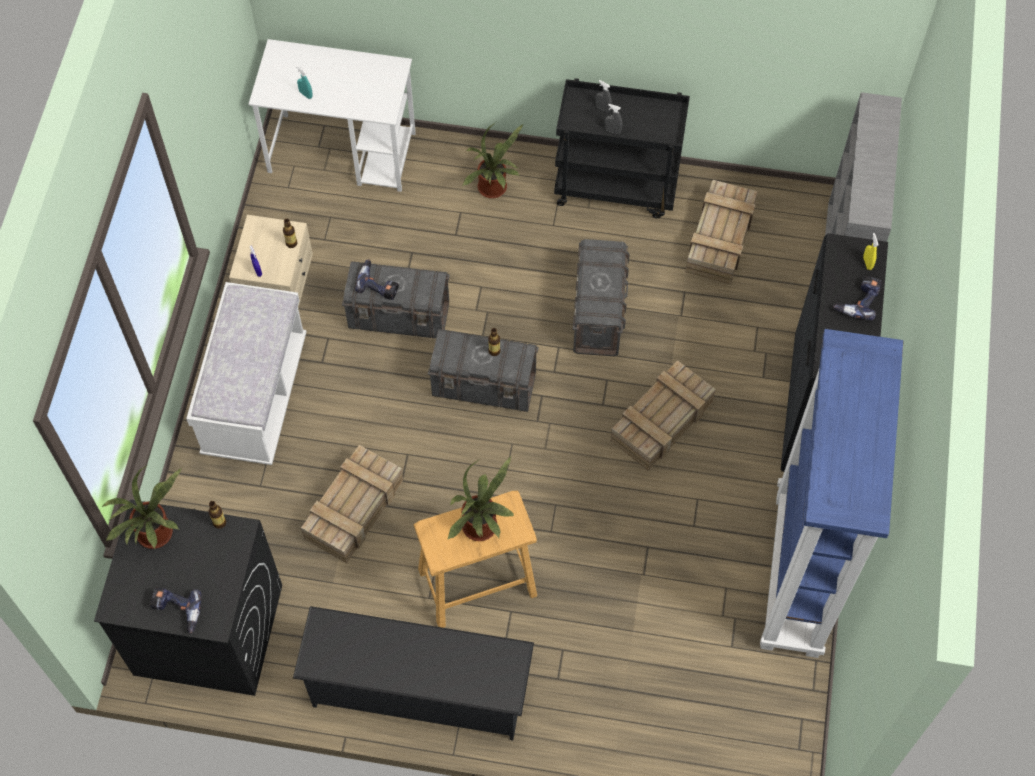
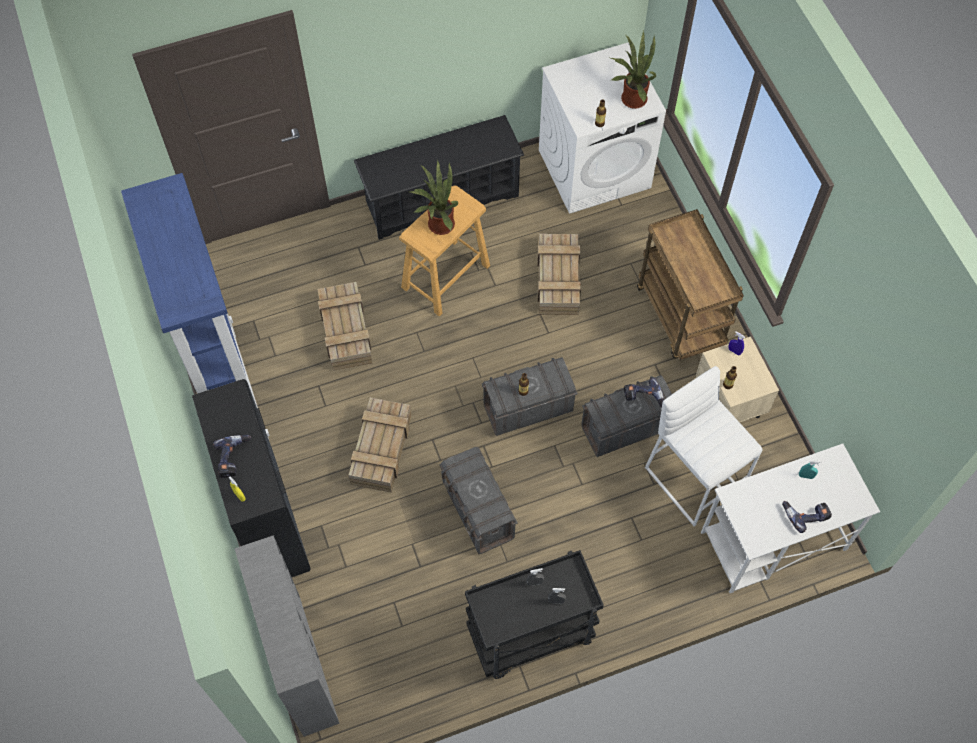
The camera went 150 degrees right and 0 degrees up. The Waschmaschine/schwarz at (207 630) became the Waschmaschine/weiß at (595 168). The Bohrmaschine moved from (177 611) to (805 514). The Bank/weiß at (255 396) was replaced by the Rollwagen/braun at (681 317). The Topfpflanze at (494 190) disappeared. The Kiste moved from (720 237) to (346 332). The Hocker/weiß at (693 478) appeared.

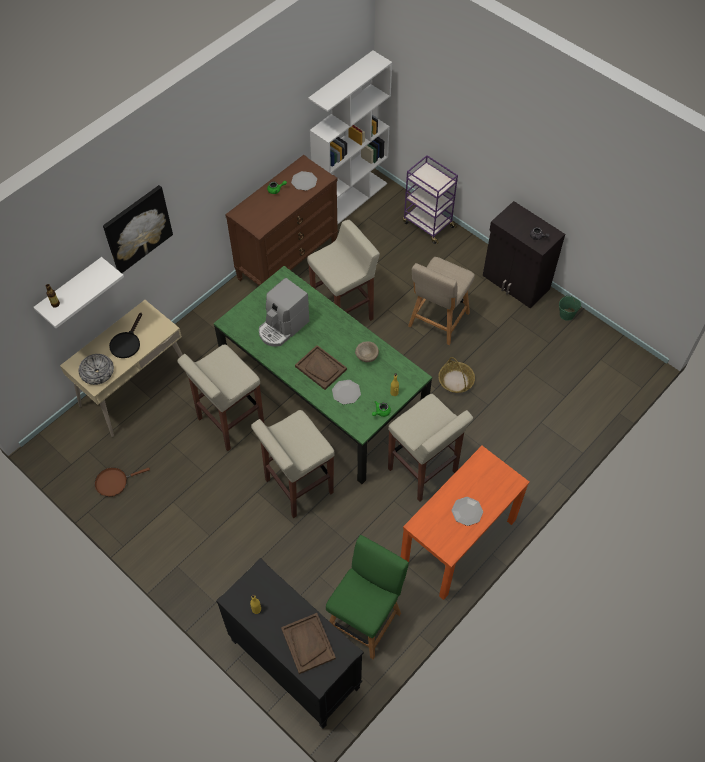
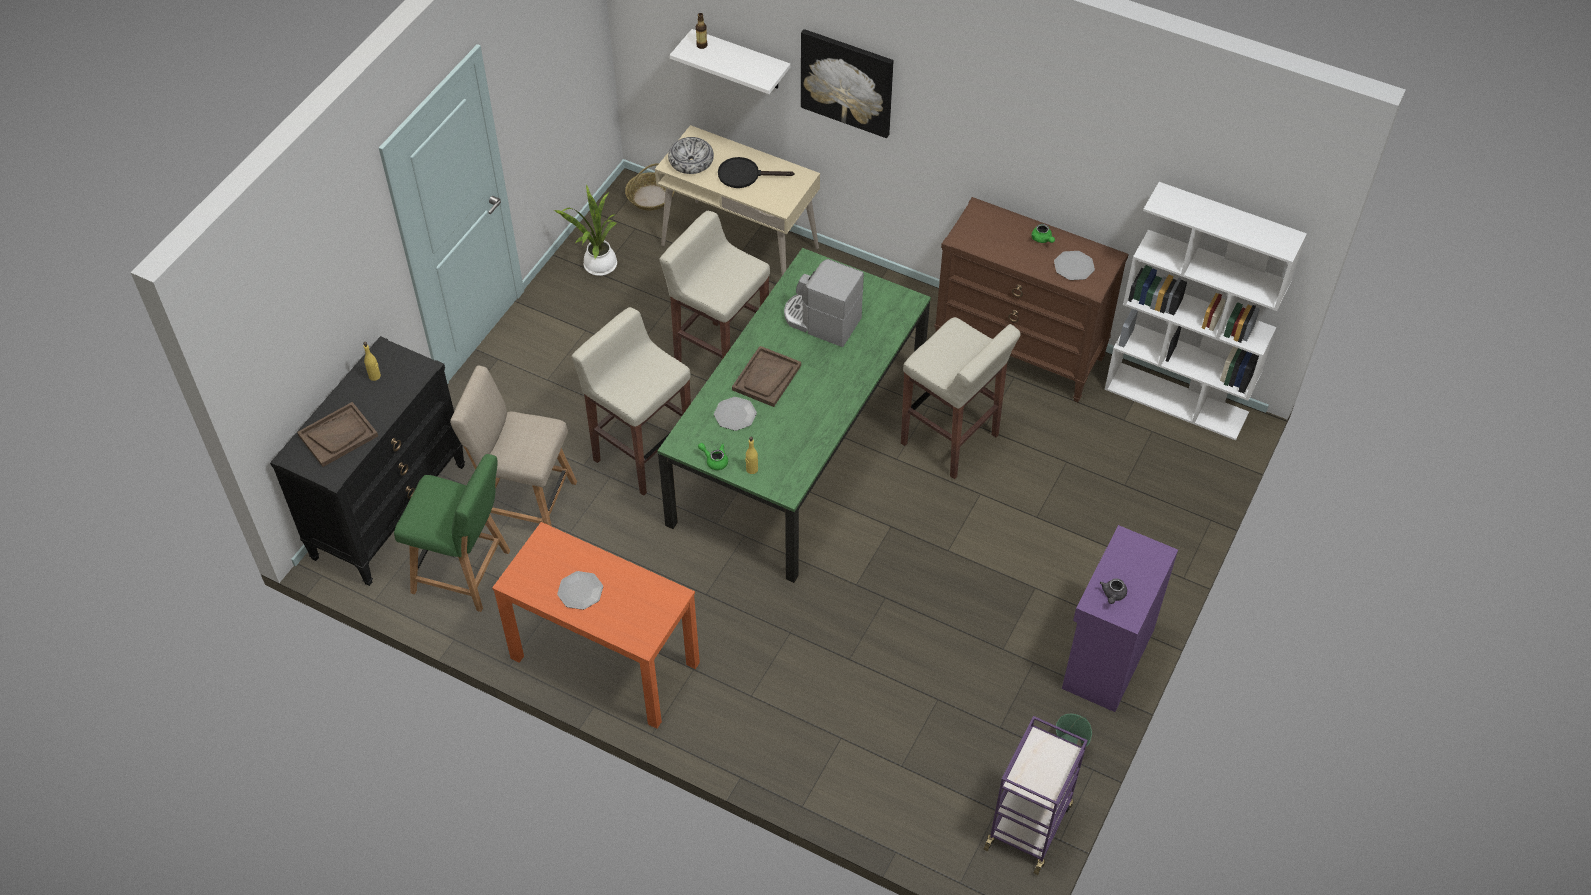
The camera went 75 degrees right and 5 degrees down. The Pfanne/braun at (114 482) was replaced by the Topfpflanze at (598 266). The Schüssel/beige at (366 356) disappeared. The Hocker/beige at (423 471) disappeared. The Rollwagen/lila moved from (427 224) to (1028 824). The Stuhl/beige moved from (437 322) to (525 501). The Korb moved from (455 381) to (650 197). The Schrank/schwarz at (515 283) became the Schrank/lila at (1106 659).

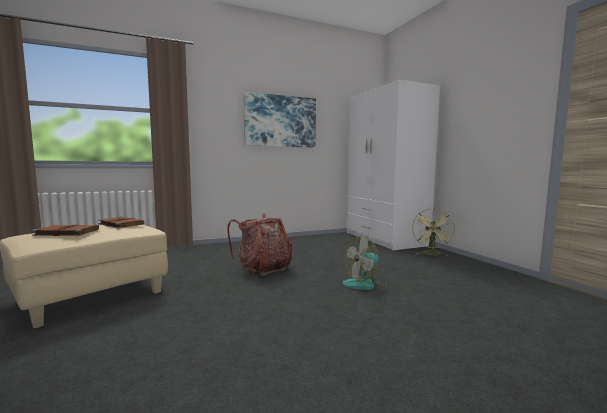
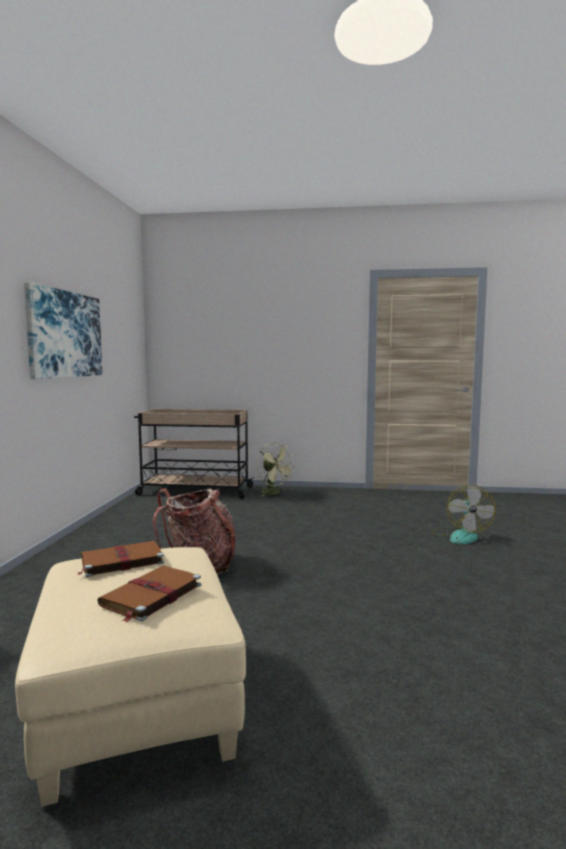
The camera went 60 degrees left and 0 degrees up. The Ventilator moved from (365 284) to (460 536). The Kleiderschrank/weiß at (384 239) was replaced by the Rollwagen/beige at (194 491).

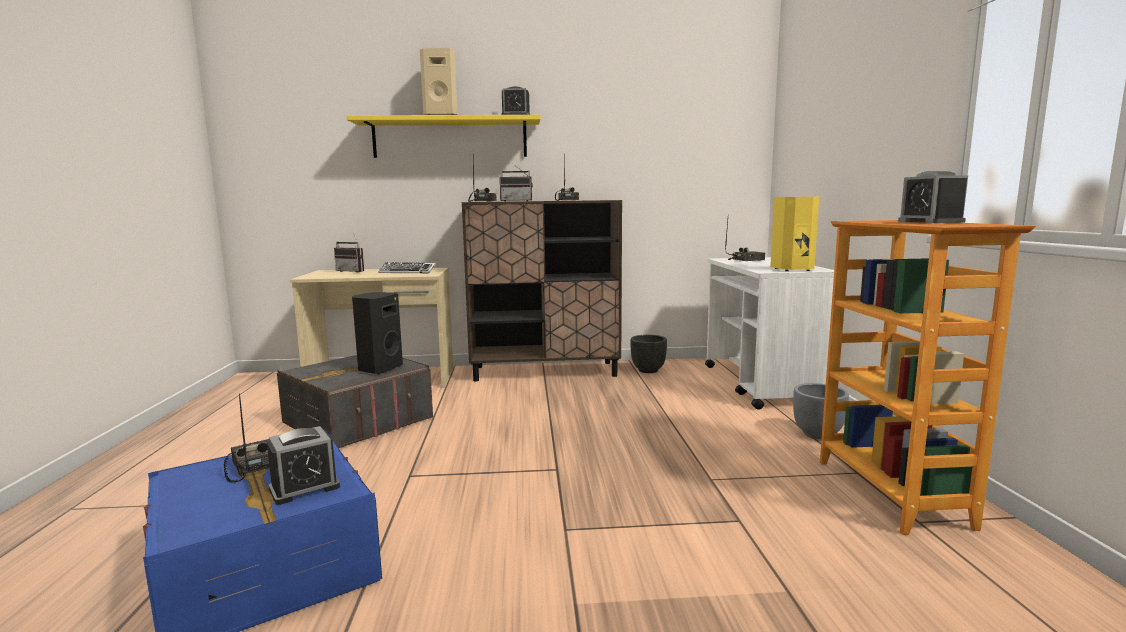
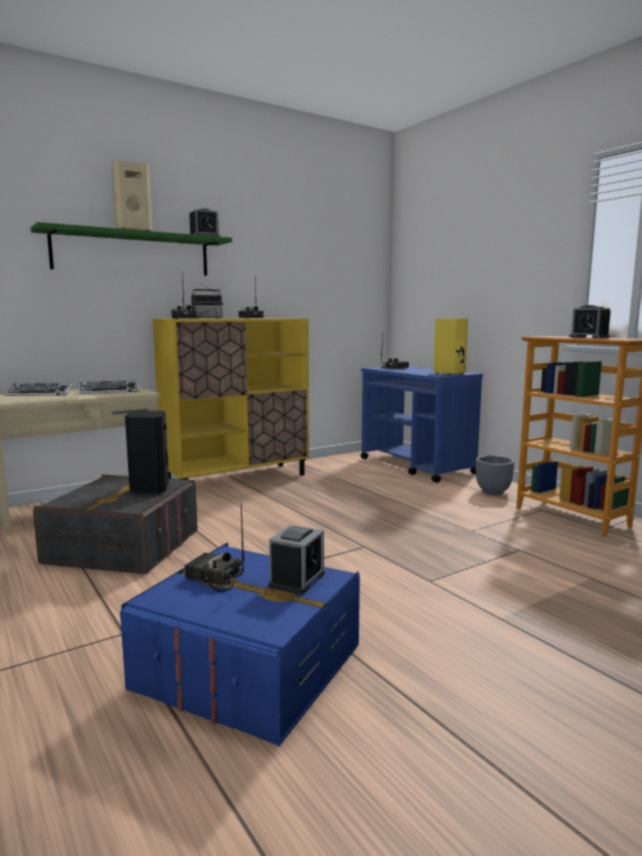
The camera went 30 degrees left and 0 degrees up. The Radio at (353 271) was replaced by the Tastatur at (40 394). The Wandregal/gelb at (450 138) became the Wandregal/grün at (133 253). The Schrank/braun at (545 371) became the Schrank/gelb at (237 479). The Pflanzkübel/schwarz at (648 370) disappeared. The Rollwagen/weiß at (762 385) became the Rollwagen/blau at (417 466).

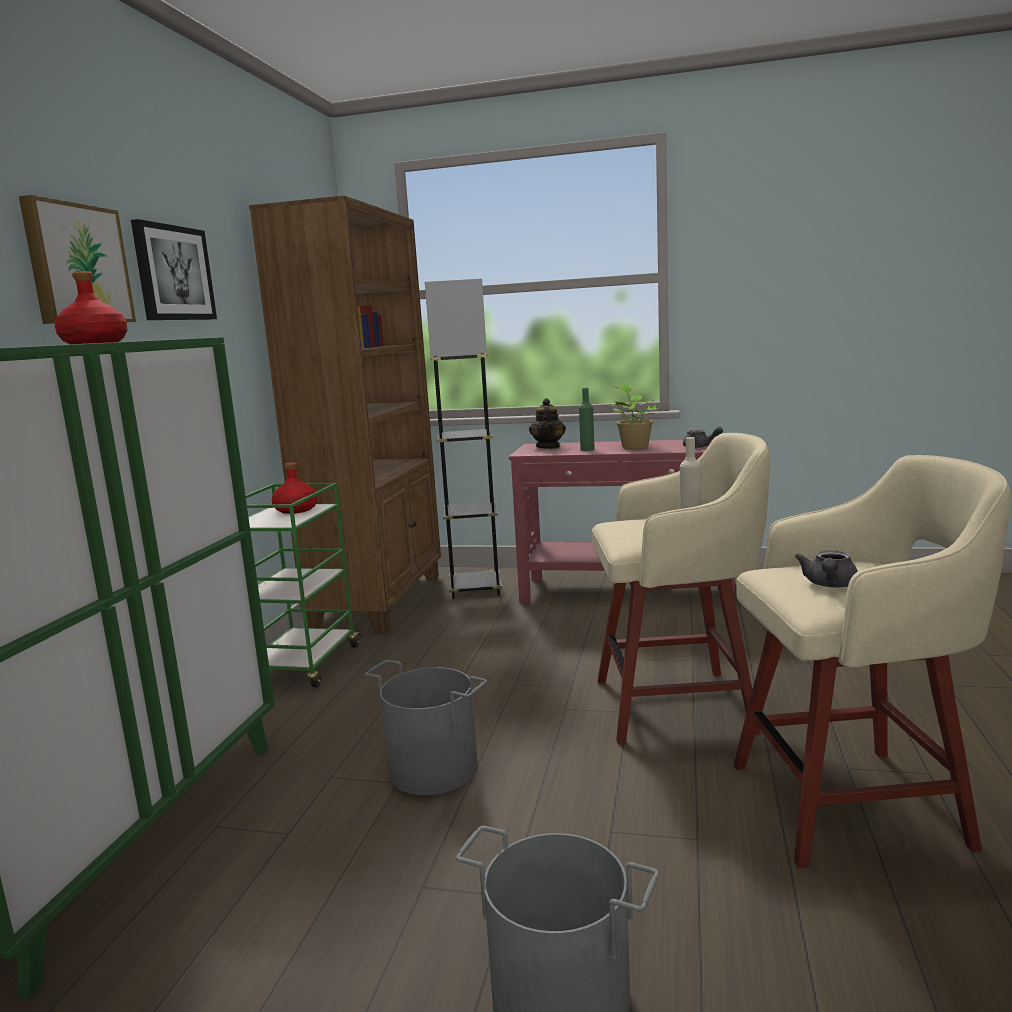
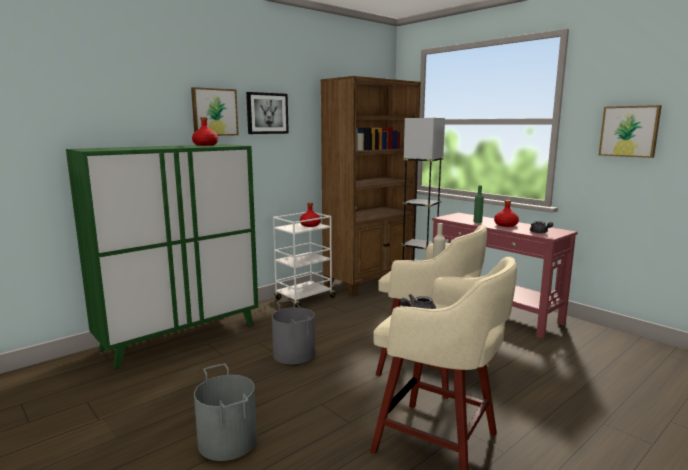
The camera went 35 degrees right and 0 degrees up. The Rollwagen/grün at (304 666) became the Rollwagen/weiß at (304 299). The Teekanne at (548 447) disappeared. The Topfpflanze at (634 446) was replaced by the Flasche/rot at (505 225). The Bild at (629 131) appeared.

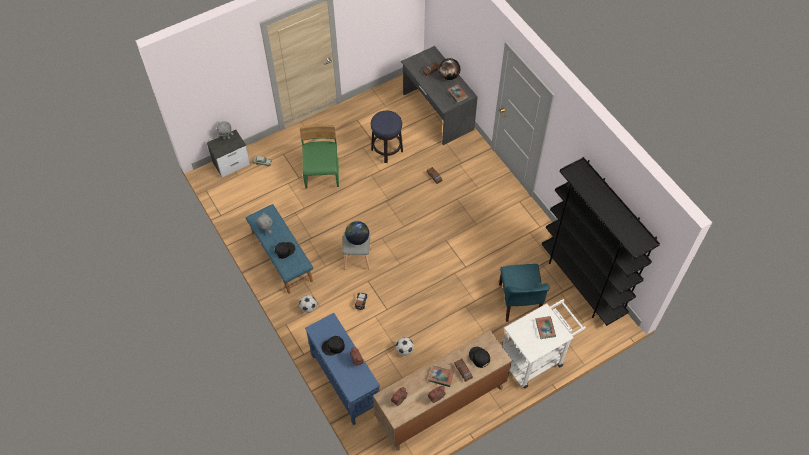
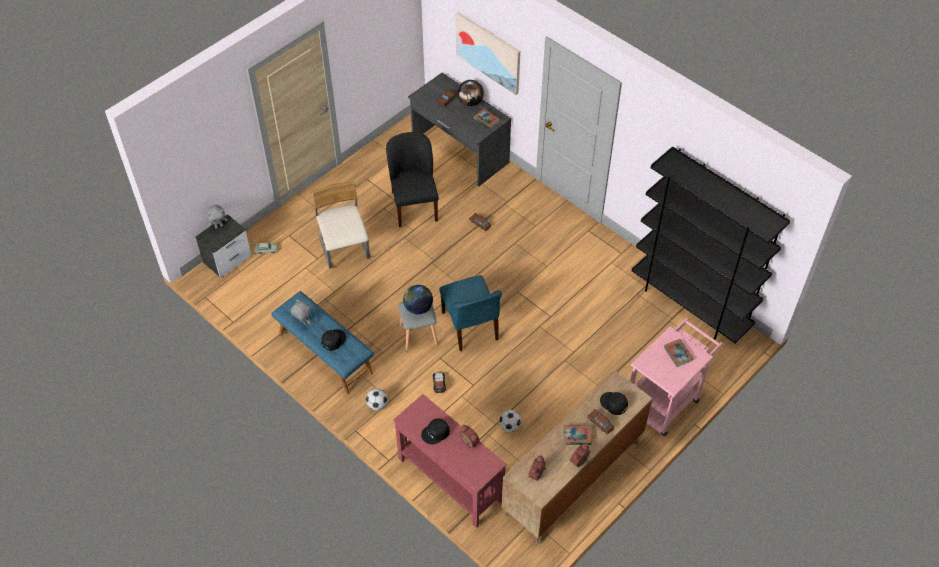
The camera went 15 degrees left and 5 degrees down. The Stuhl/grün at (322 174) became the Stuhl/beige at (344 248). The Konsolentisch/blau at (345 381) became the Konsolentisch/rot at (450 479). The Hocker at (387 150) was replaced by the Stuhl/schwarz at (414 205). The Stuhl/blau moved from (519 302) to (470 327). The Rollwagen/weiß at (536 358) became the Rollwagen/rosa at (666 399). The Bild at (488 52) appeared.

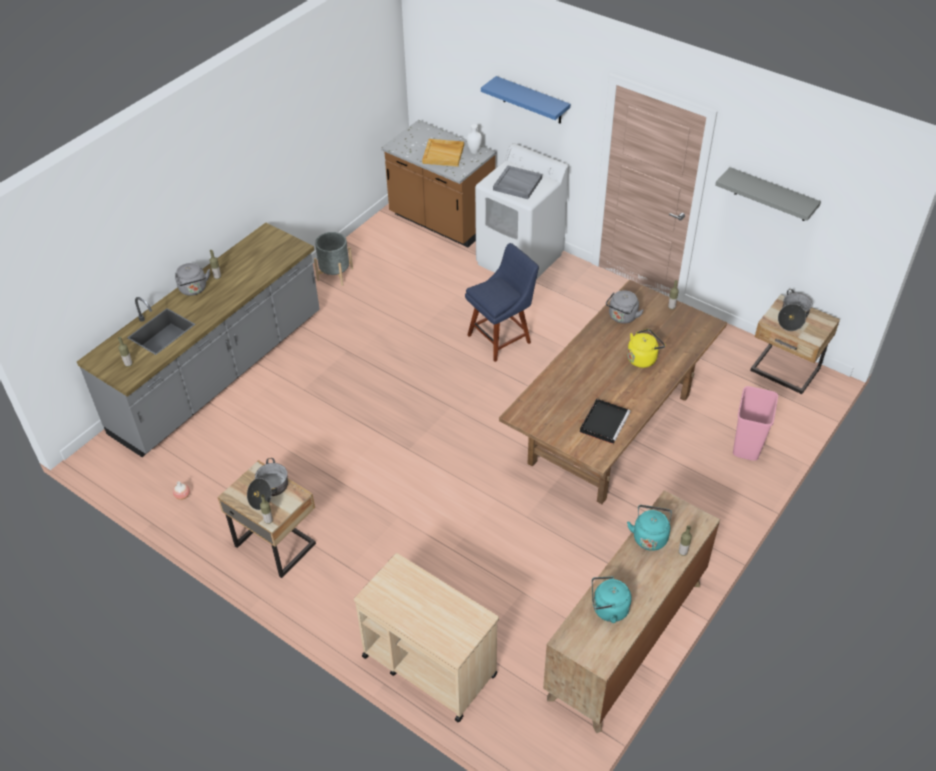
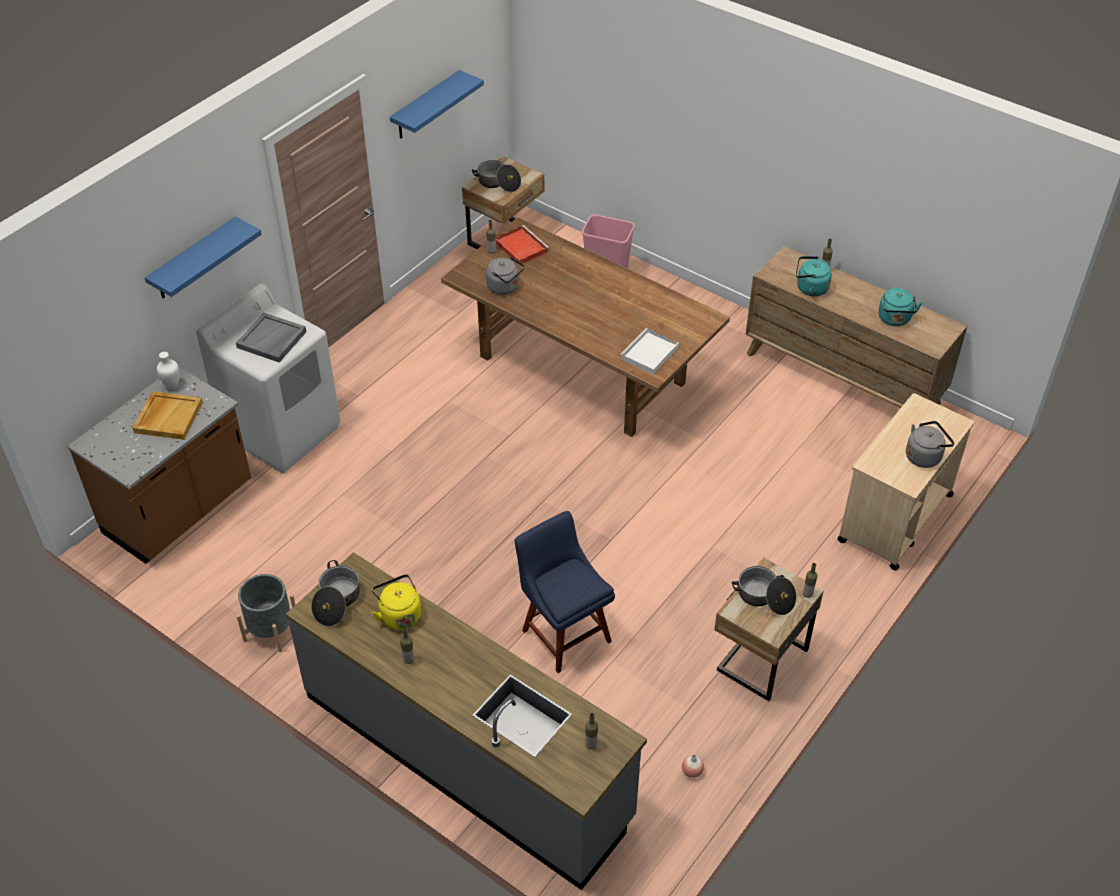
The camera went 90 degrees left and 0 degrees up. The Wasserkessel/grau moved from (194 289) to (924 456). The Stuhl/blau moved from (501 337) to (564 632). The Tablett/schwarz at (604 422) disappeared. The Wasserkessel/gelb moved from (643 358) to (399 614). The Wandregal/grau at (771 195) became the Wandregal/blau at (426 106). The Kochtopf at (337 601) appeared. The Tablett/rot at (520 247) appeared. The Tablett/weiß at (649 354) appeared.

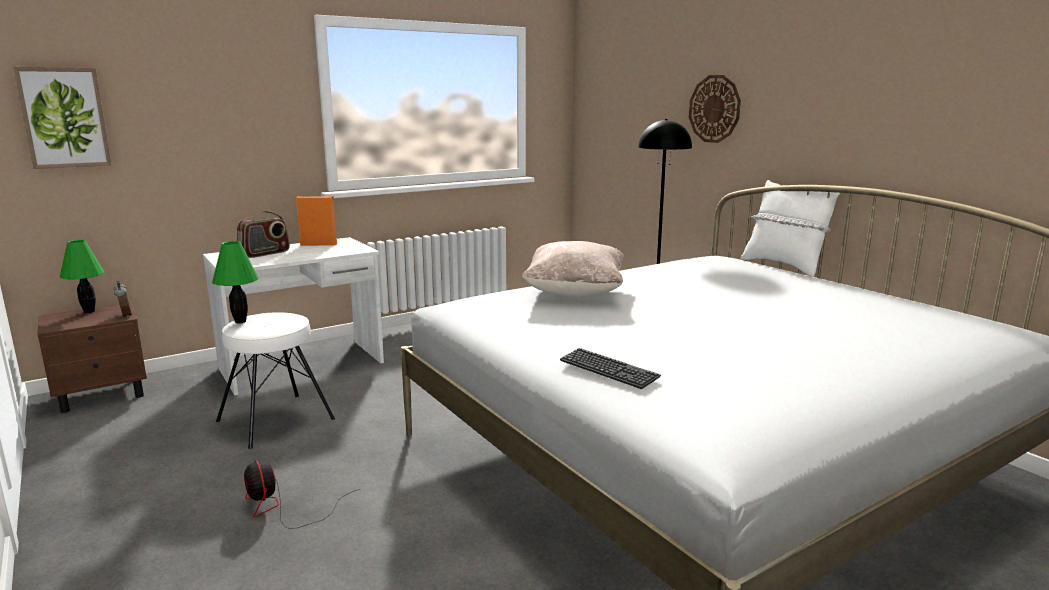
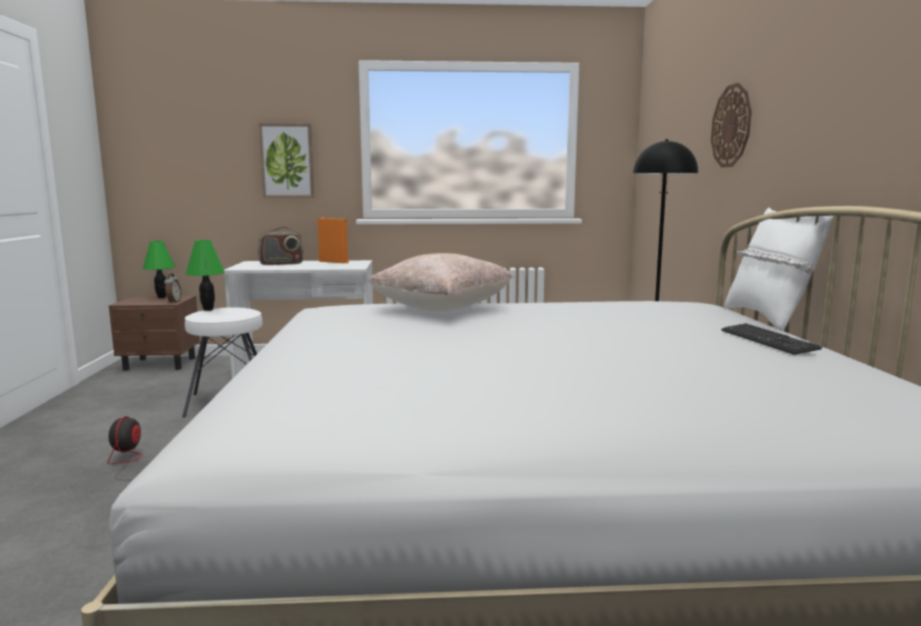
The camera went 30 degrees right and 5 degrees down. The Bild moved from (64 118) to (287 161). The Tastatur moved from (608 370) to (768 341).

